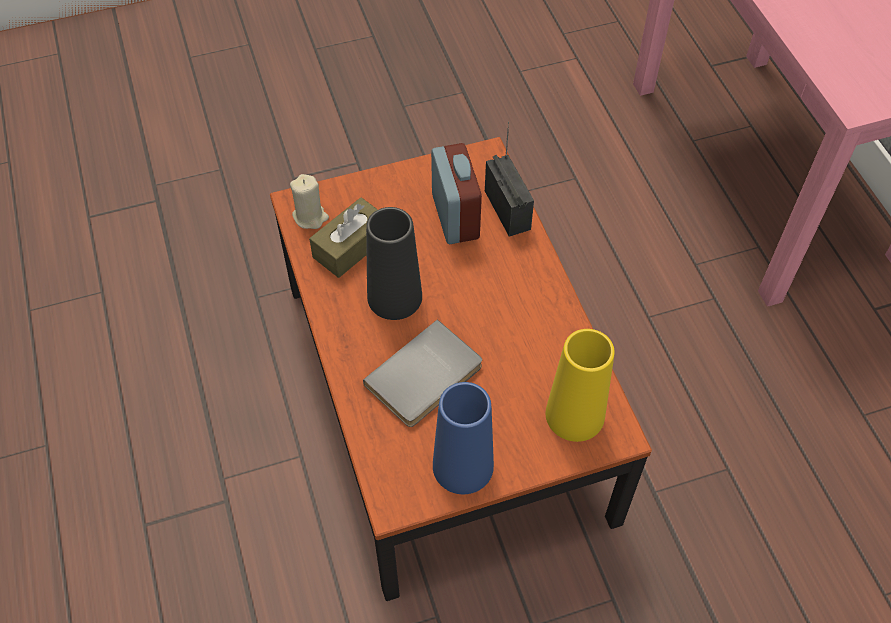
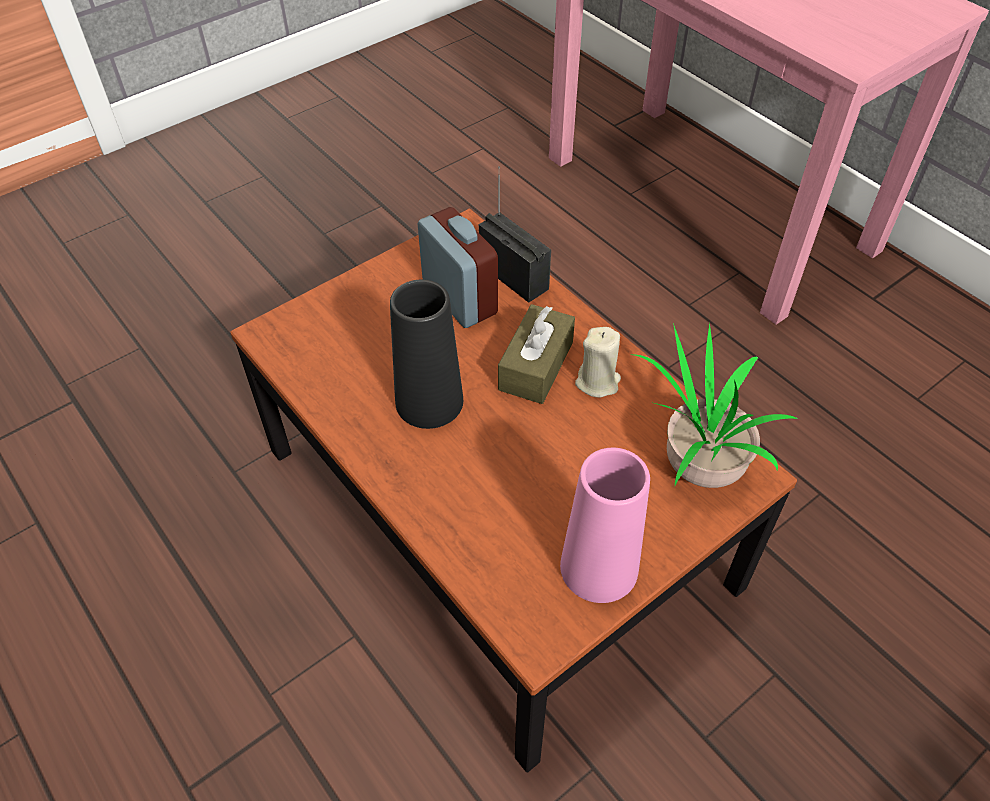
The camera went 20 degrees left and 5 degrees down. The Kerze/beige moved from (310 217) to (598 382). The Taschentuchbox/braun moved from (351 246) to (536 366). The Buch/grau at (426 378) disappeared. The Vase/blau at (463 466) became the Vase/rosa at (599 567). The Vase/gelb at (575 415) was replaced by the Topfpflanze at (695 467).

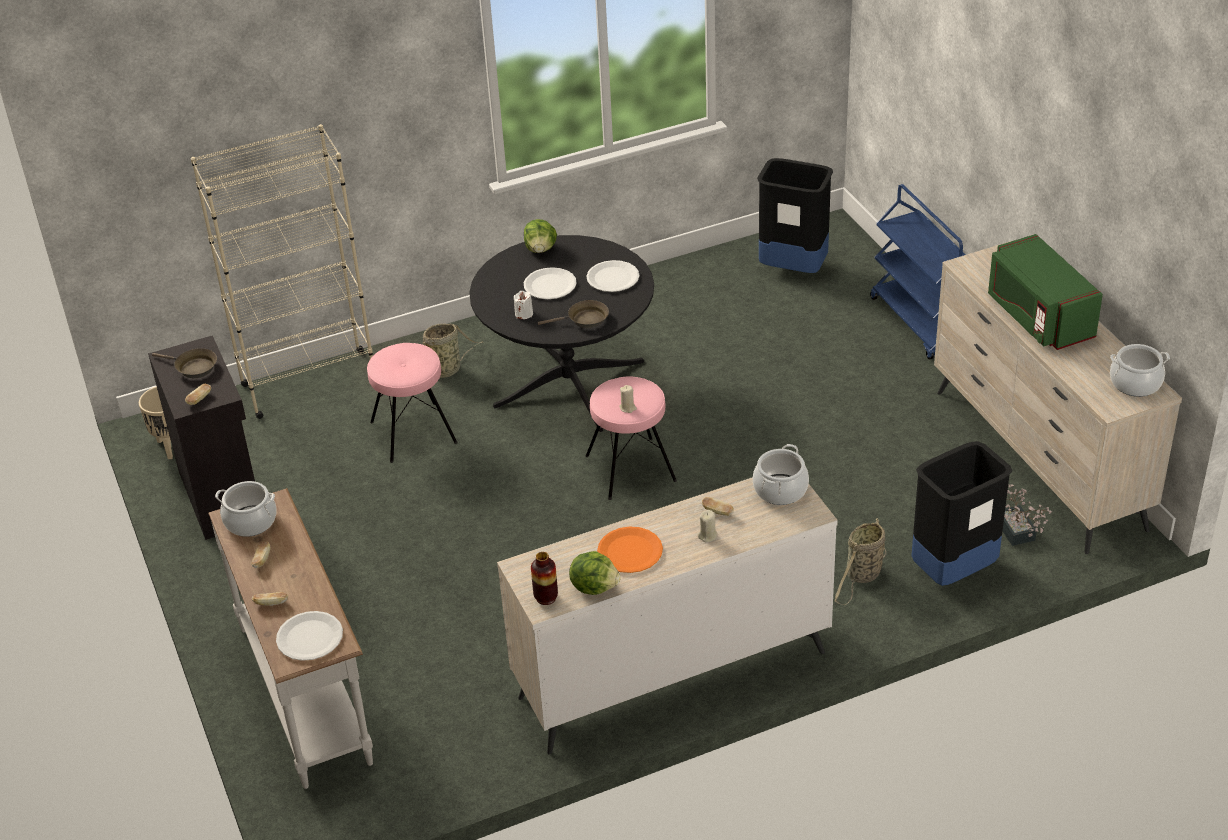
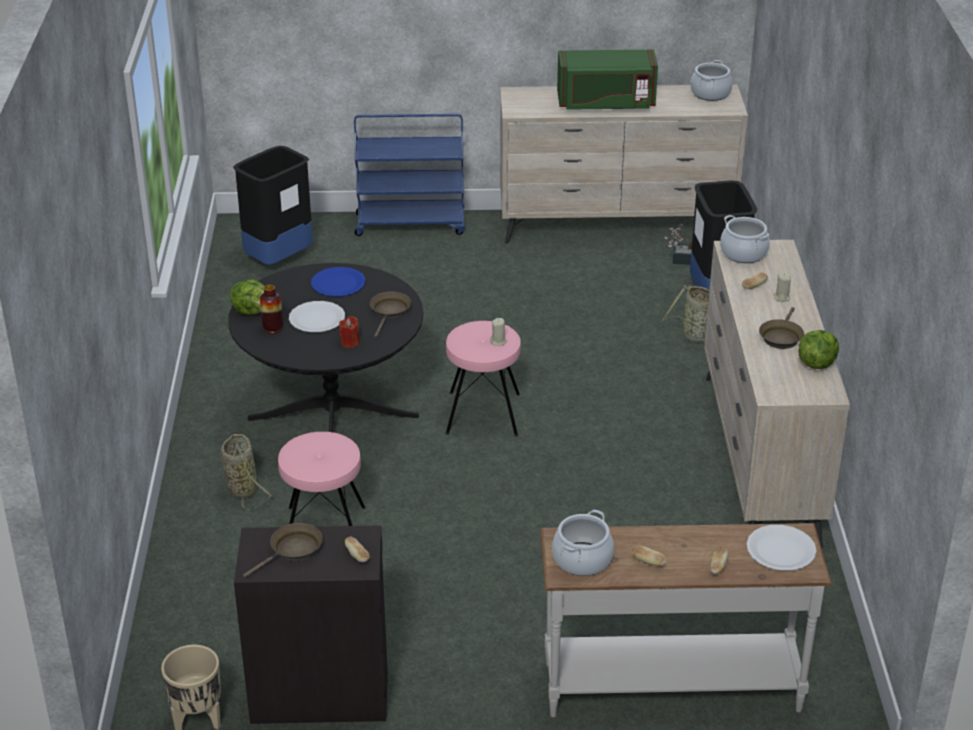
The camera went 70 degrees left and 5 degrees down. The Bücherregal/beige at (309 384) disappeared. The Kerze/weiß at (524 314) became the Kerze/rot at (350 342). The Vase moved from (546 597) to (273 329). The Teller/weiß at (613 278) became the Teller/blau at (338 283). The Teller/orange at (629 551) was replaced by the Pfanne/braun at (781 337).

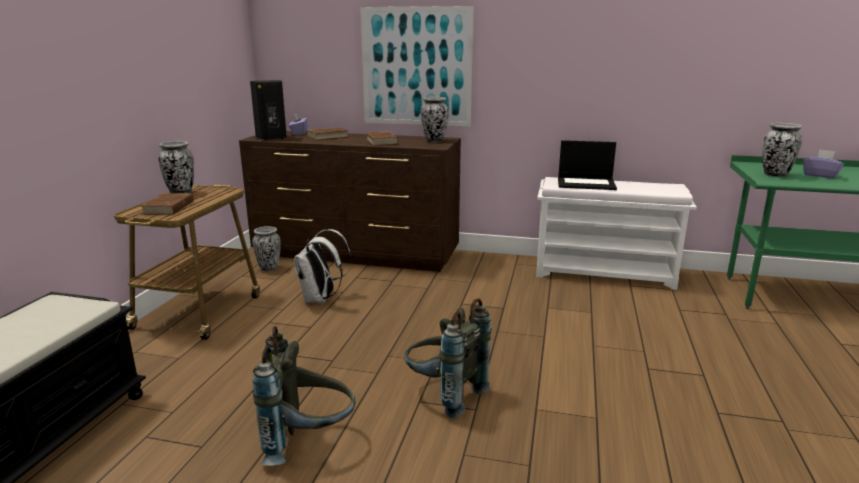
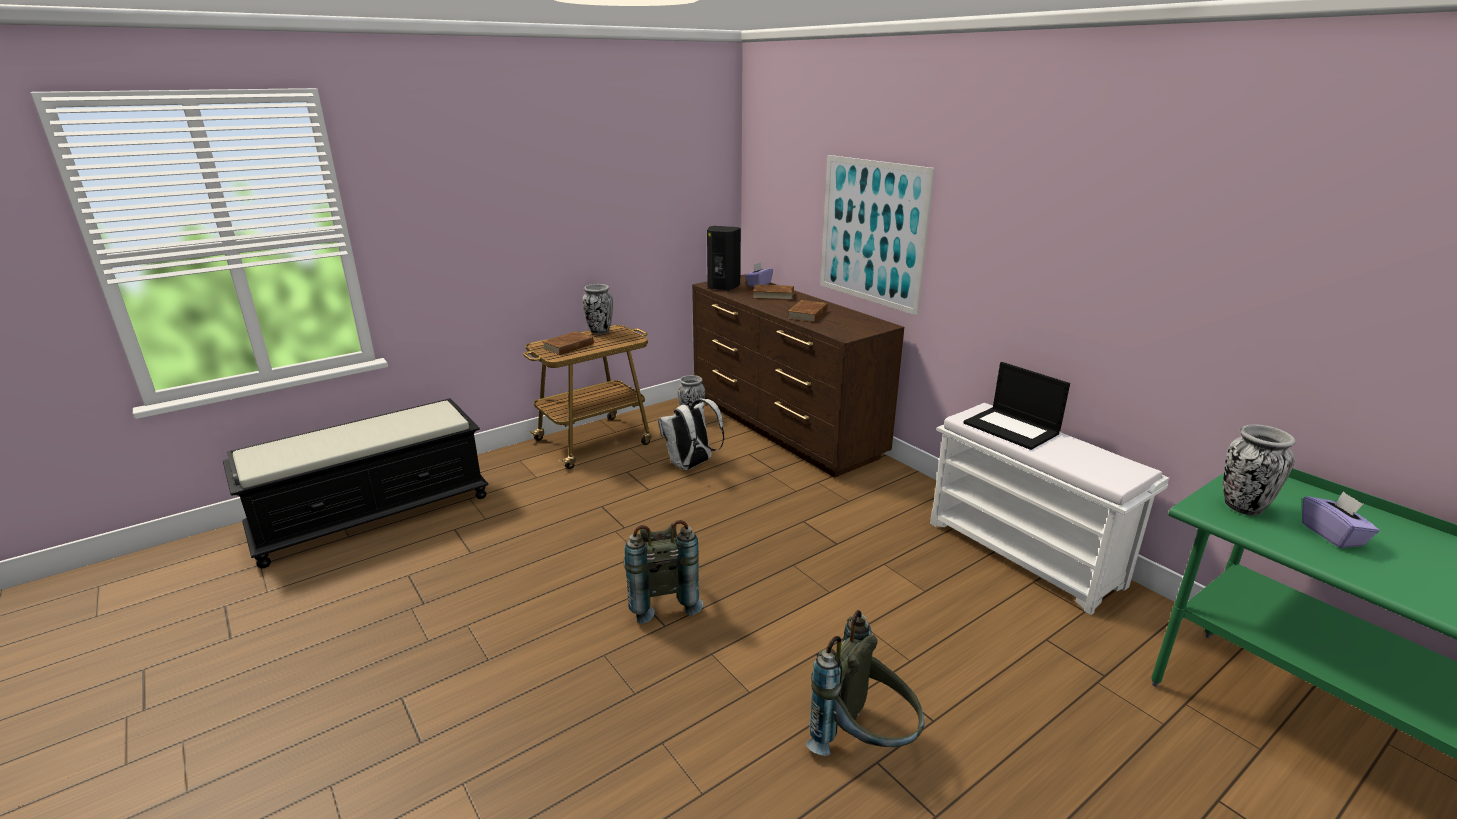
The camera went 40 degrees right and 5 degrees up. The Rucksack/grau moved from (309 442) to (864 743). The Vase at (434 141) disappeared.

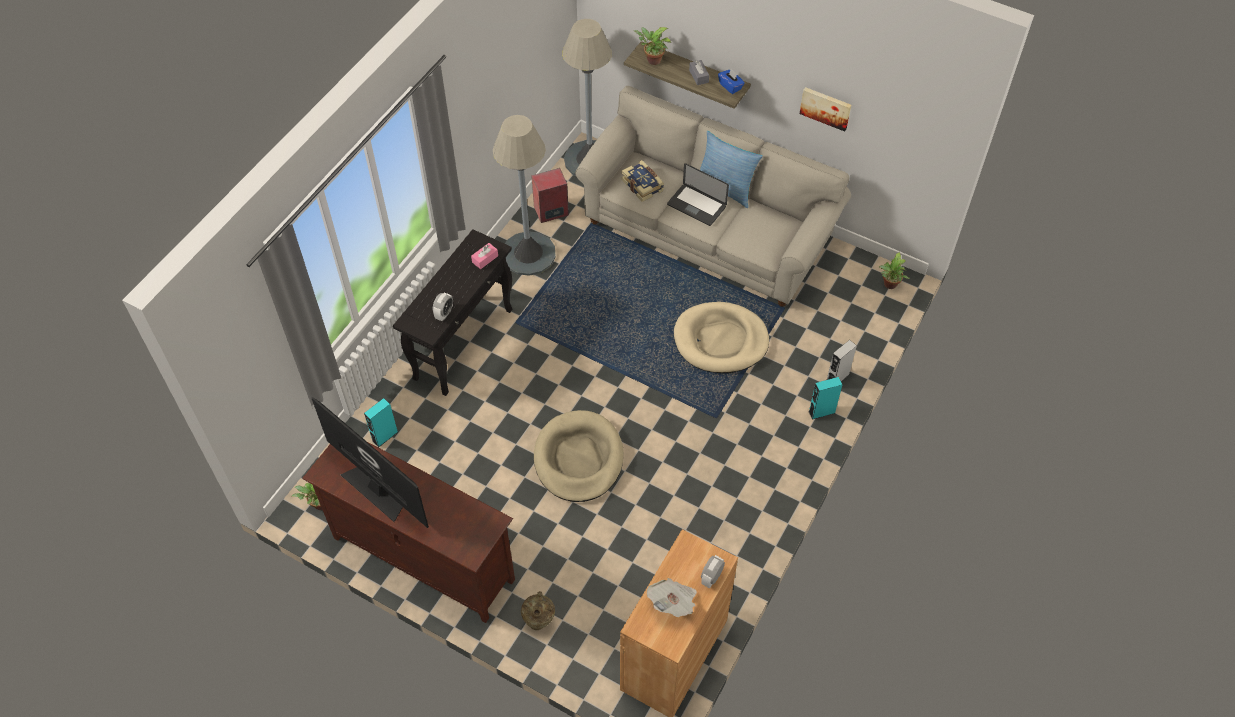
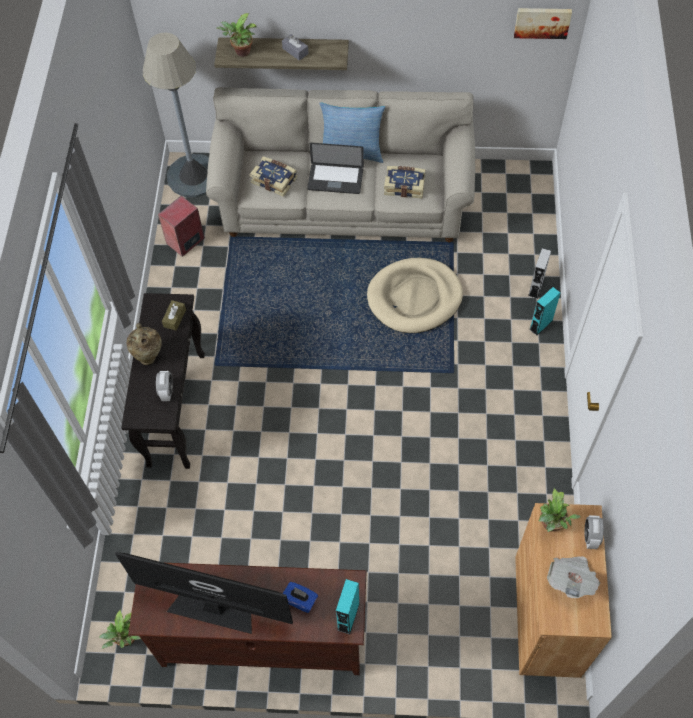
The camera went 25 degrees left and 5 degrees up. The Lautsprecher/türkis moved from (385 436) to (348 616). The Taschentuchbox/rosa at (485 259) became the Taschentuchbox/braun at (175 318). The Stehlampe/grau at (528 254) disappeared. The Vase/beige moved from (539 621) to (148 356). The Hundebett/beige at (578 459) disappeared. The Taschentuchbox/blau moved from (730 86) to (300 600). The Bild moved from (826 107) to (542 22). The Topfpflanze moved from (889 285) to (551 525). The Buch at (404 185) appeared.

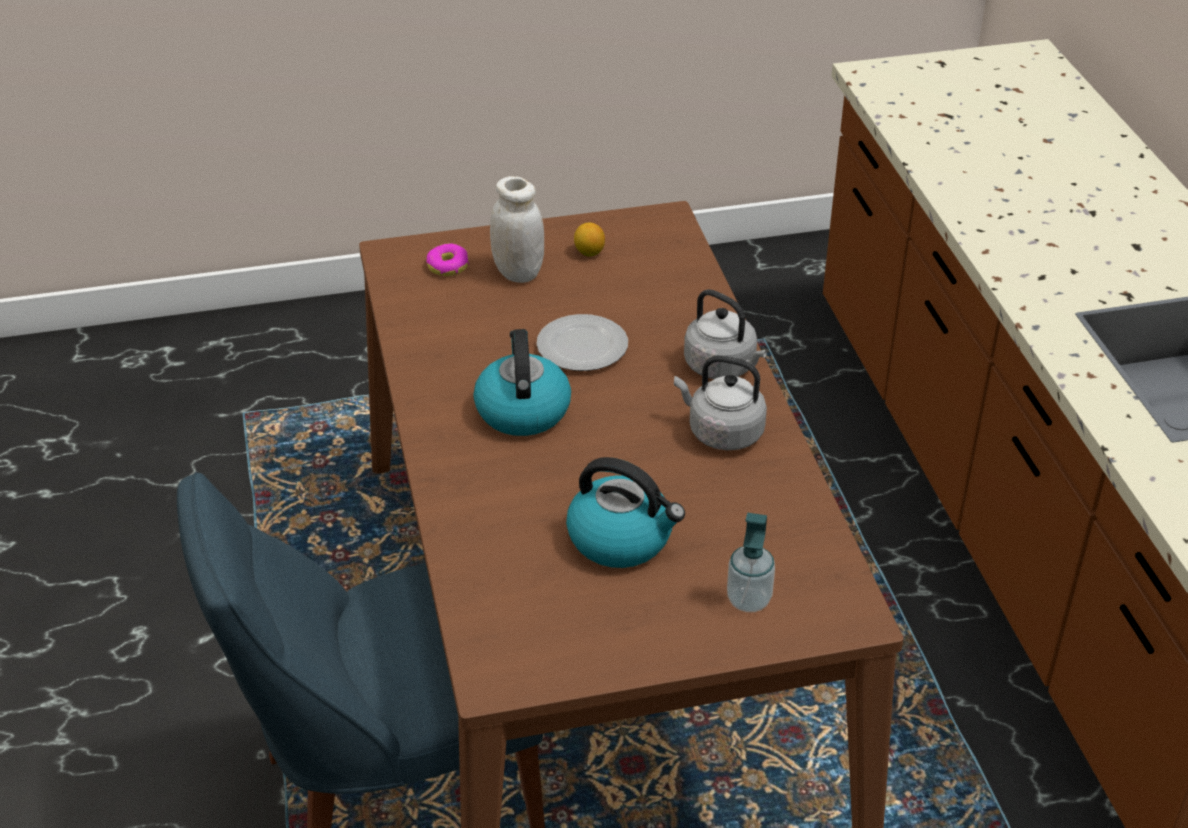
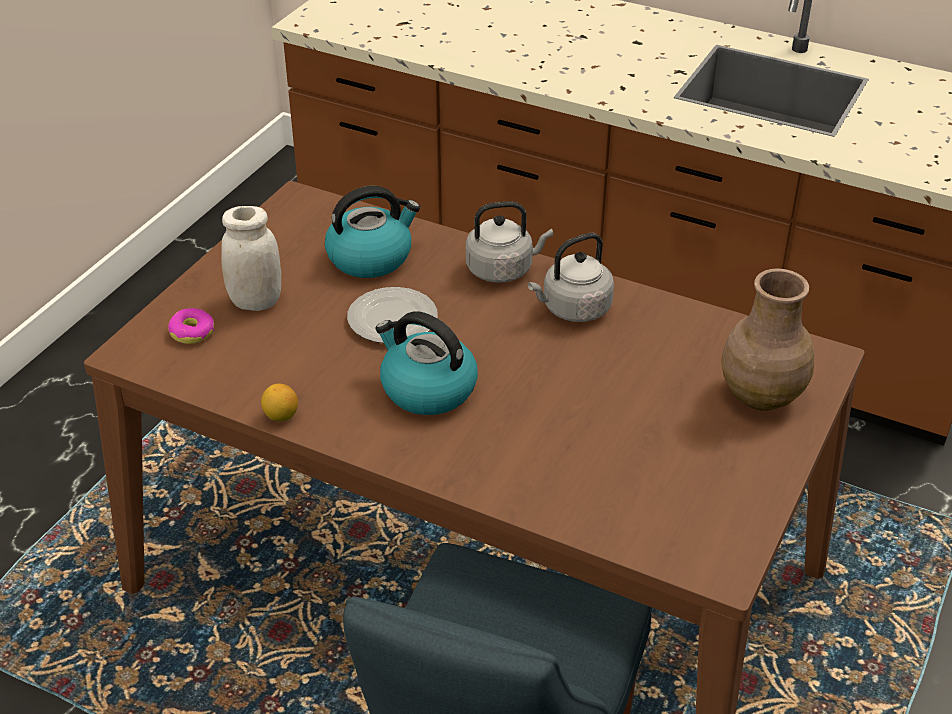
The camera went 50 degrees left and 0 degrees up. The Wasserkessel moved from (622 539) to (371 257). The Zitrone moved from (589 252) to (281 416). The Seifenspender at (748 600) was replaced by the Vase/braun at (761 394).

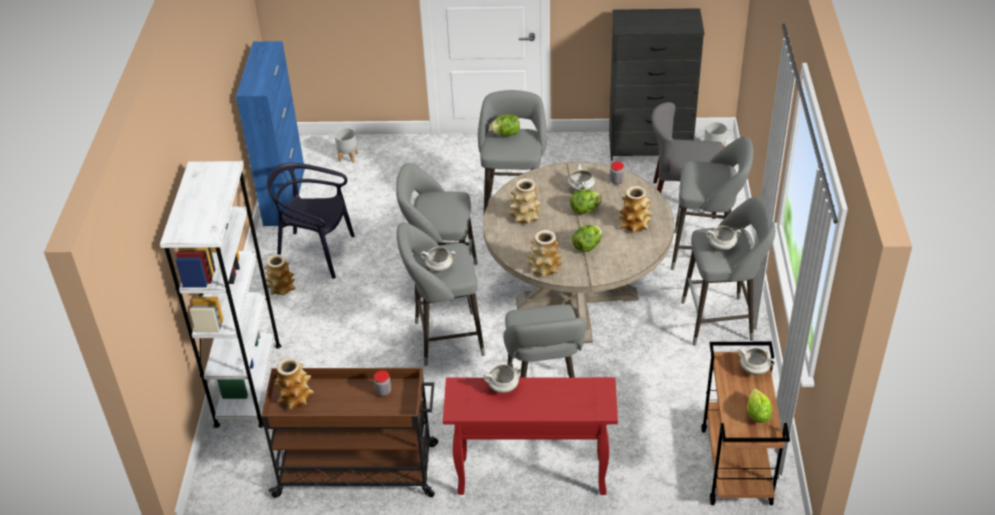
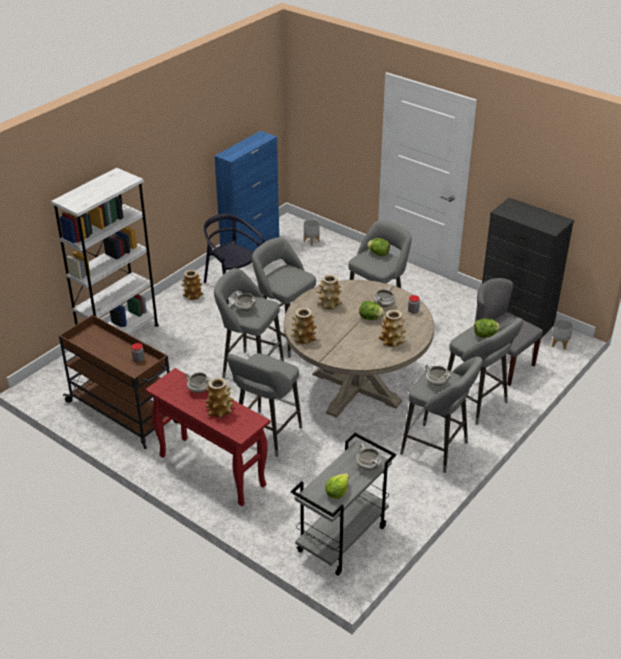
The camera went 35 degrees right and 5 degrees down. The Vase moved from (295 397) to (220 410). The Salatkopf moved from (587 246) to (485 335). The Rollwagen/braun at (737 467) became the Rollwagen/grau at (342 540).

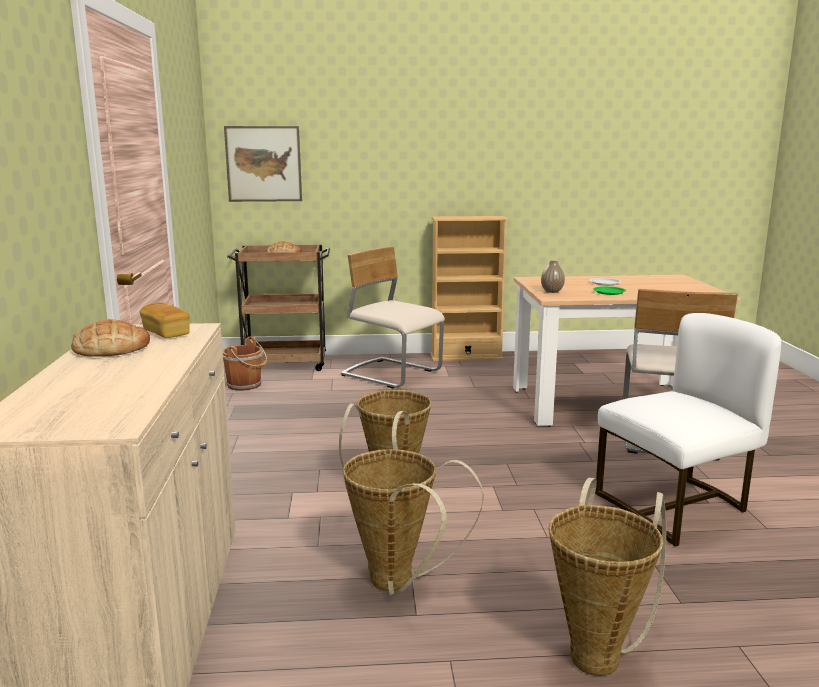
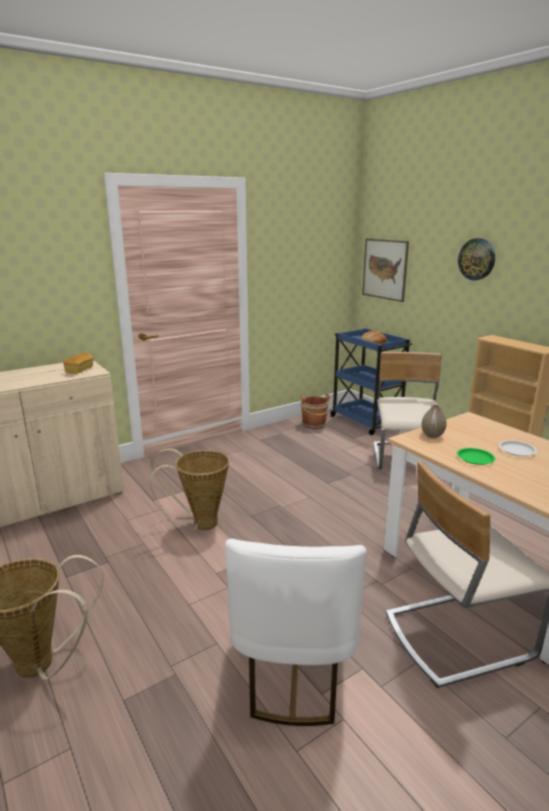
The camera went 60 degrees right and 5 degrees up. The Brot at (111 348) disappeared. The Rollwagen/braun at (285 364) became the Rollwagen/blau at (366 422). The Korb at (399 584) disappeared. The Stuhl/weiß at (676 506) turned 60 degrees clockwise. The Wanduhr at (477 259) appeared.

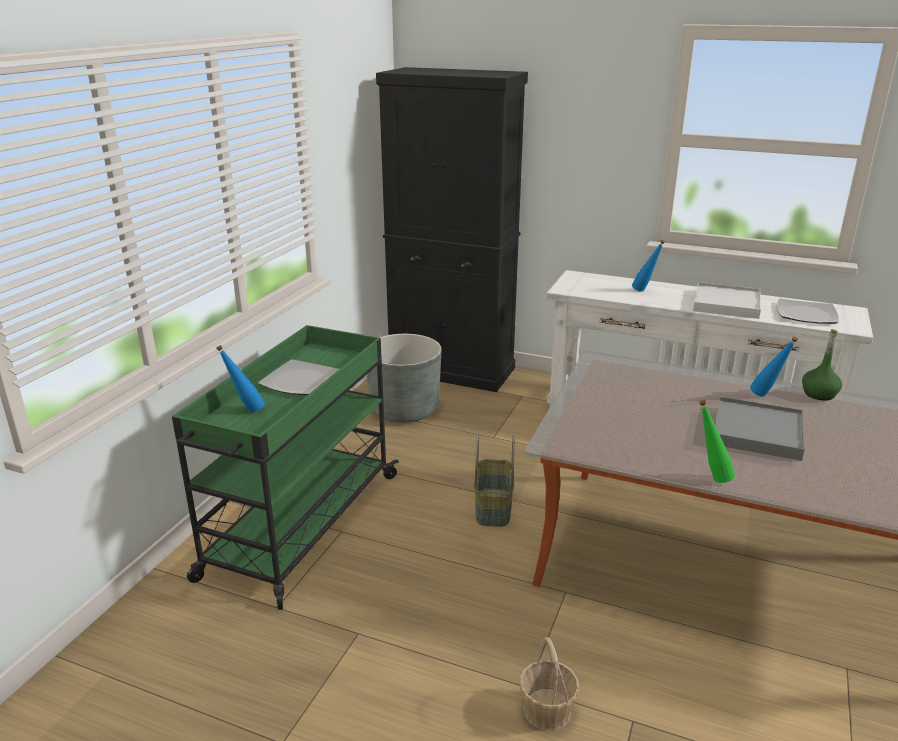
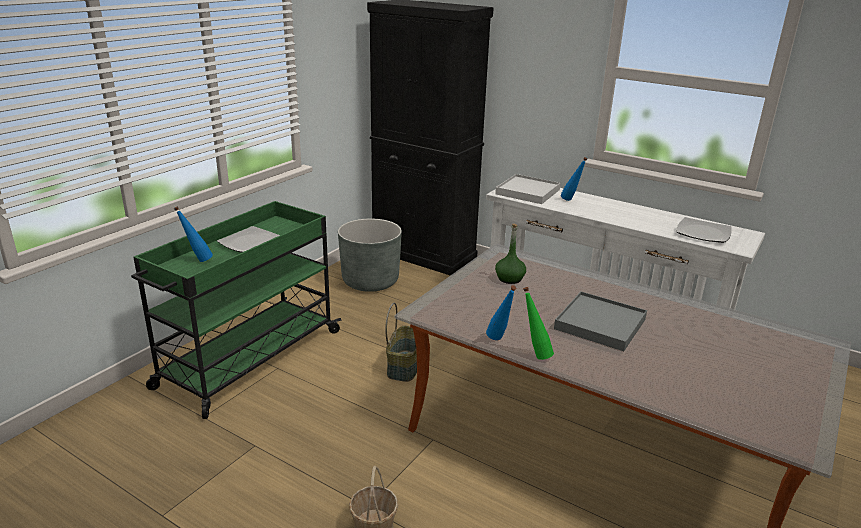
The camera went 10 degrees right and 0 degrees up. The Tablett/weiß moved from (726 304) to (527 192). The Flasche/blau moved from (766 397) to (499 341). The Flasche/grün moved from (819 394) to (510 278).

